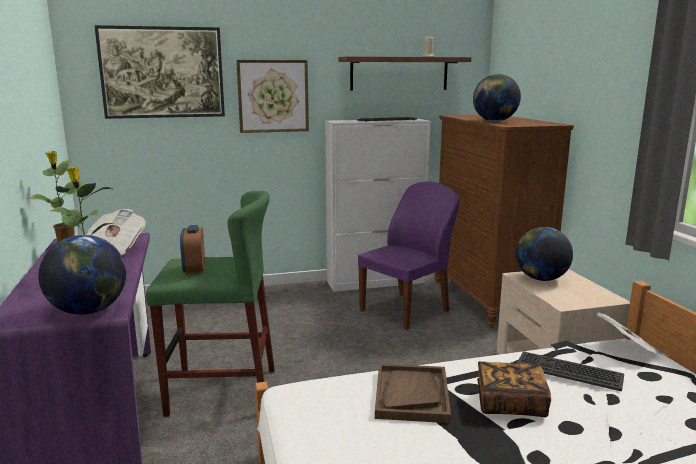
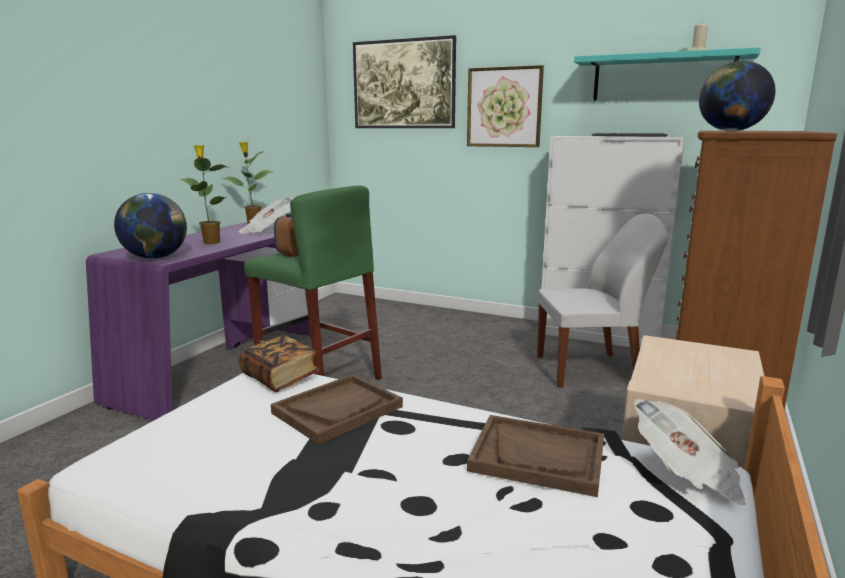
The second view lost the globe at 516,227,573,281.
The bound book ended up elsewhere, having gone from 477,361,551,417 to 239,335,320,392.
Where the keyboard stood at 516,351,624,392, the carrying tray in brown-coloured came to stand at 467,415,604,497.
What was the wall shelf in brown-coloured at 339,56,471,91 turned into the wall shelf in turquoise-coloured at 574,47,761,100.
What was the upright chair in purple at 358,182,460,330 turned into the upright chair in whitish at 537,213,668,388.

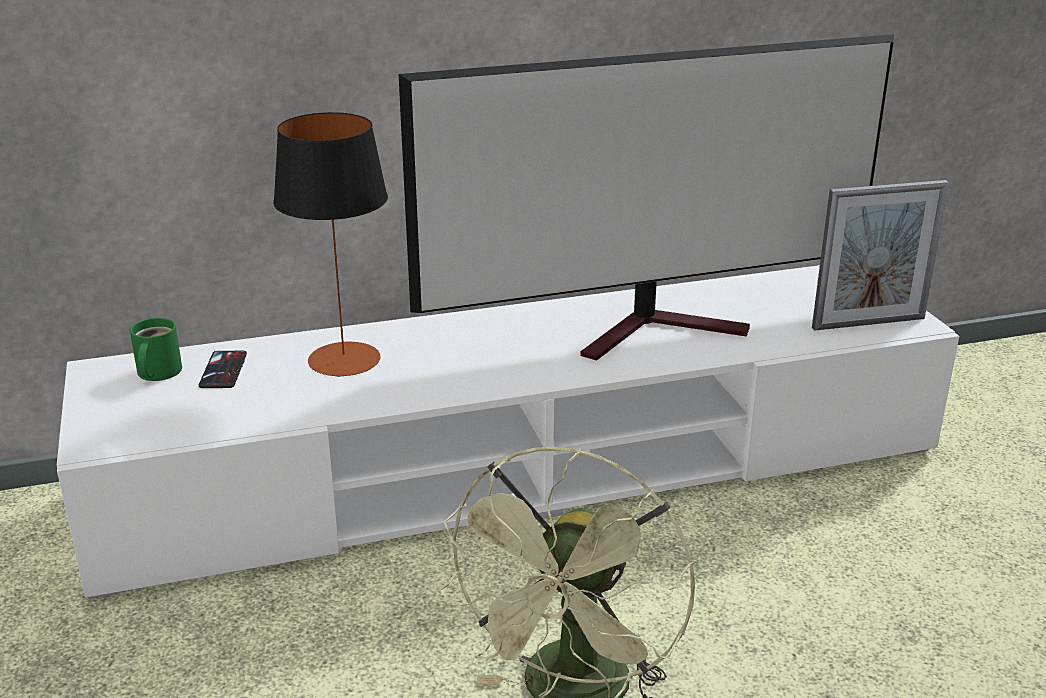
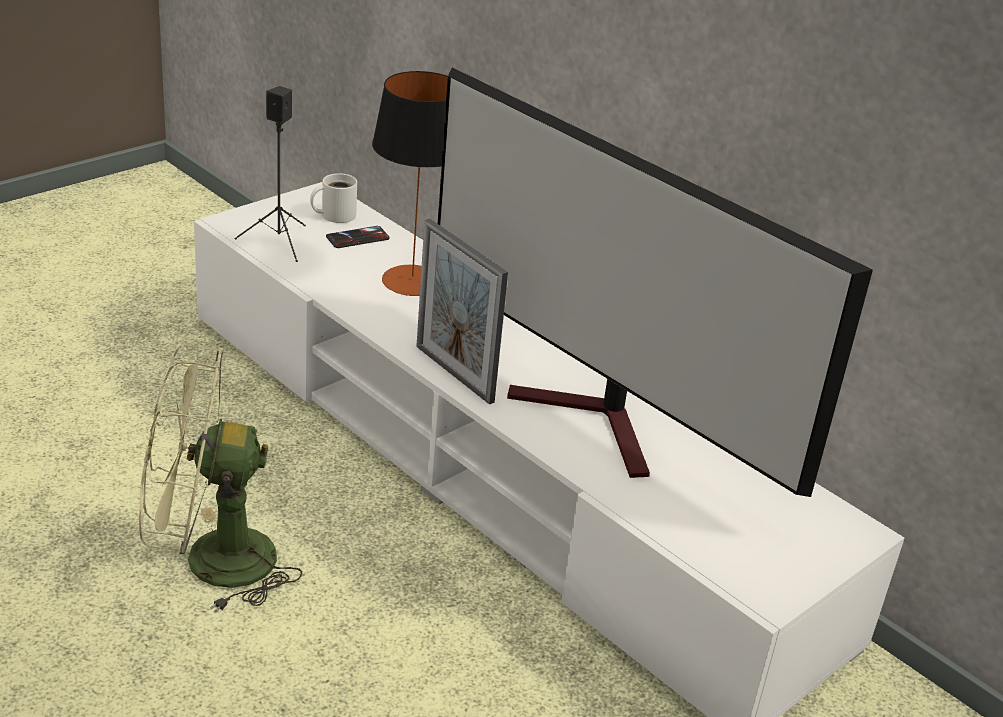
The second view gained the audio speaker in black at 235,86,306,262.
The photo frame ended up elsewhere, having gone from 812,180,949,331 to 416,219,508,405.
What was the coffee mug in green at 130,318,182,381 turned into the coffee mug in whitish at 310,173,357,223.

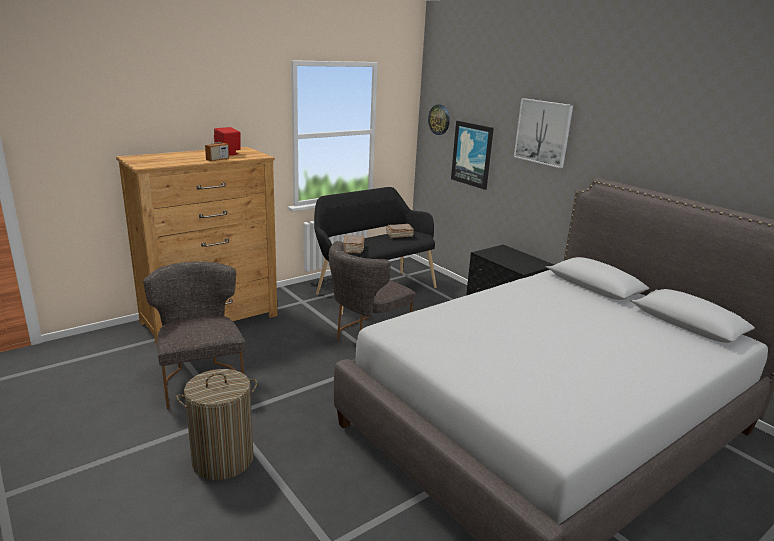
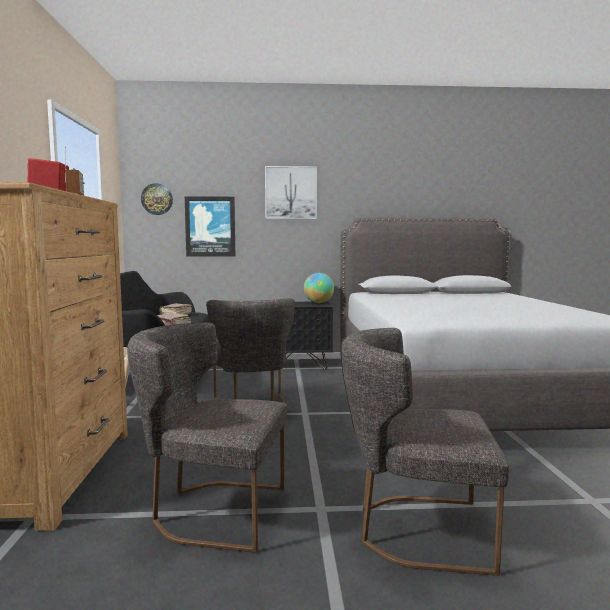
The second view gained the globe at 304,273,334,303.
Where the washing basket stood at 176,369,257,480, the upright chair in grey came to stand at 340,328,509,576.

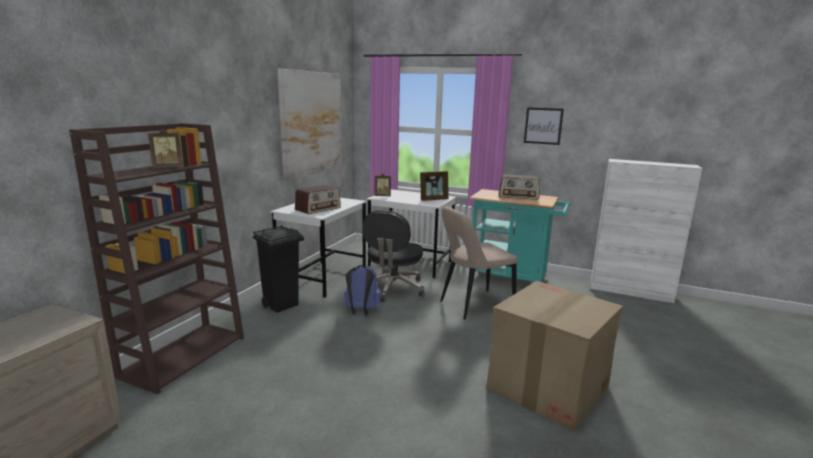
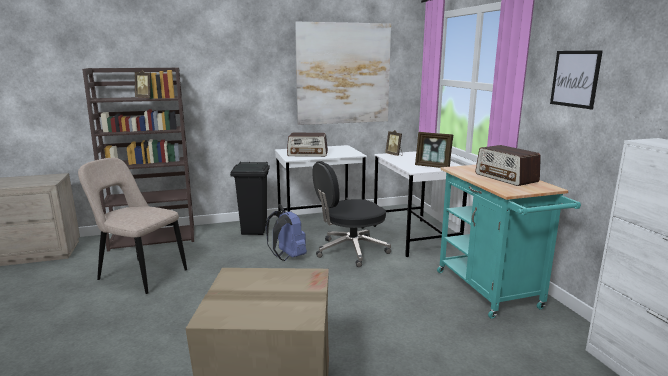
The upright chair in sand-coloured ended up elsewhere, having gone from 440,206,518,320 to 78,157,187,294.

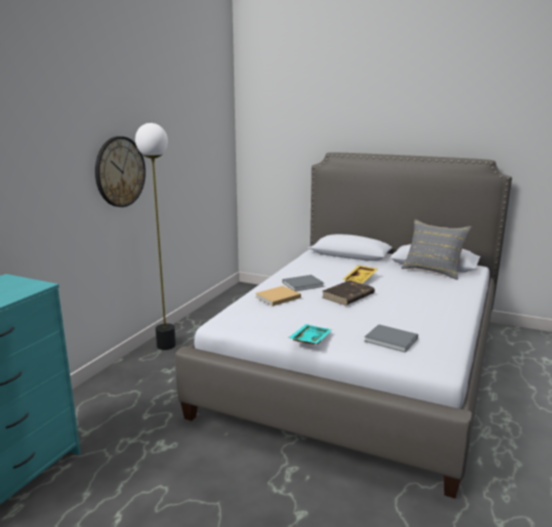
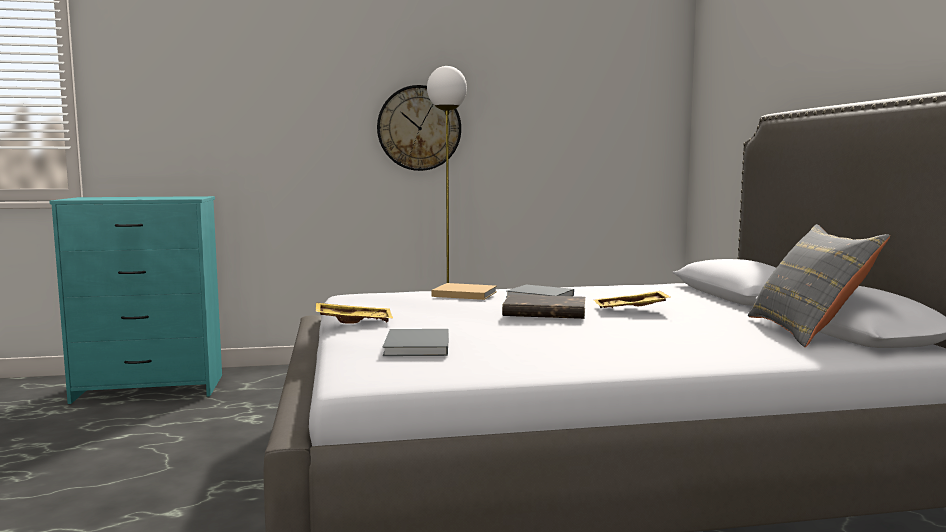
What was the carrying tray in turquoise-coloured at 289,324,332,344 turned into the carrying tray in yellow at 316,303,393,324.

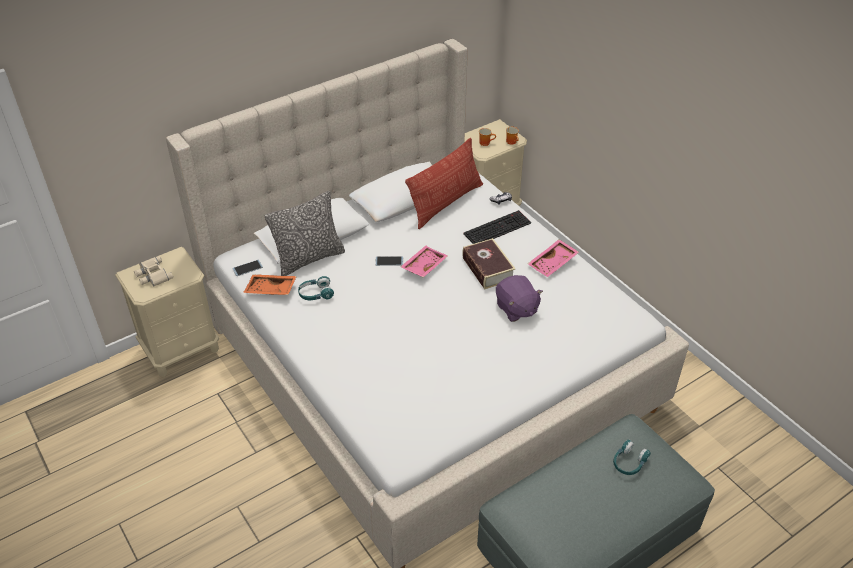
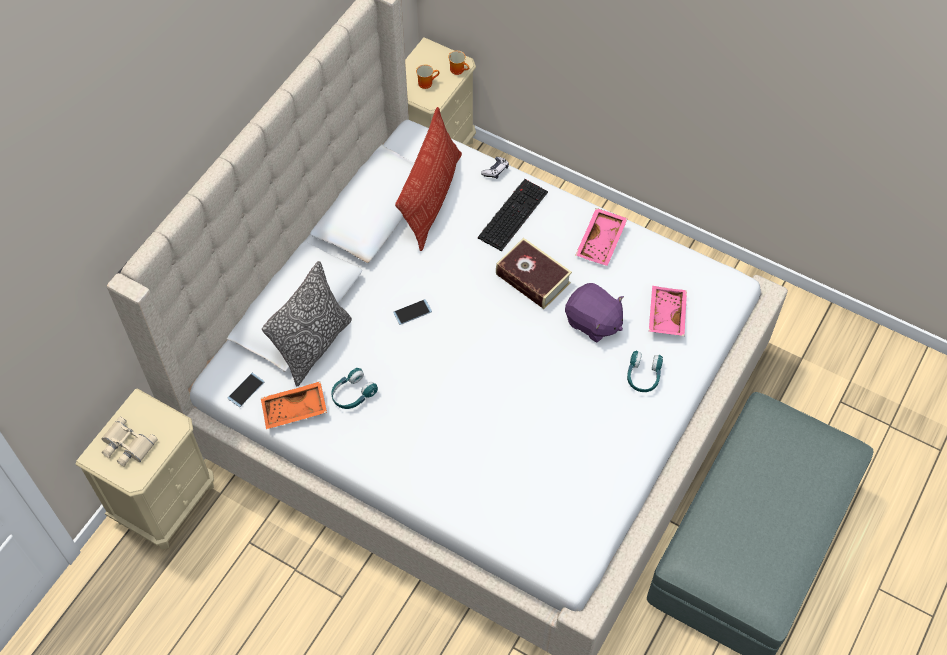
The carrying tray in pinkish ended up elsewhere, having gone from 400,246,448,277 to 649,286,687,336.
The pair of headphones in turquoise-coloured ended up elsewhere, having gone from 613,440,651,475 to 627,351,663,392.

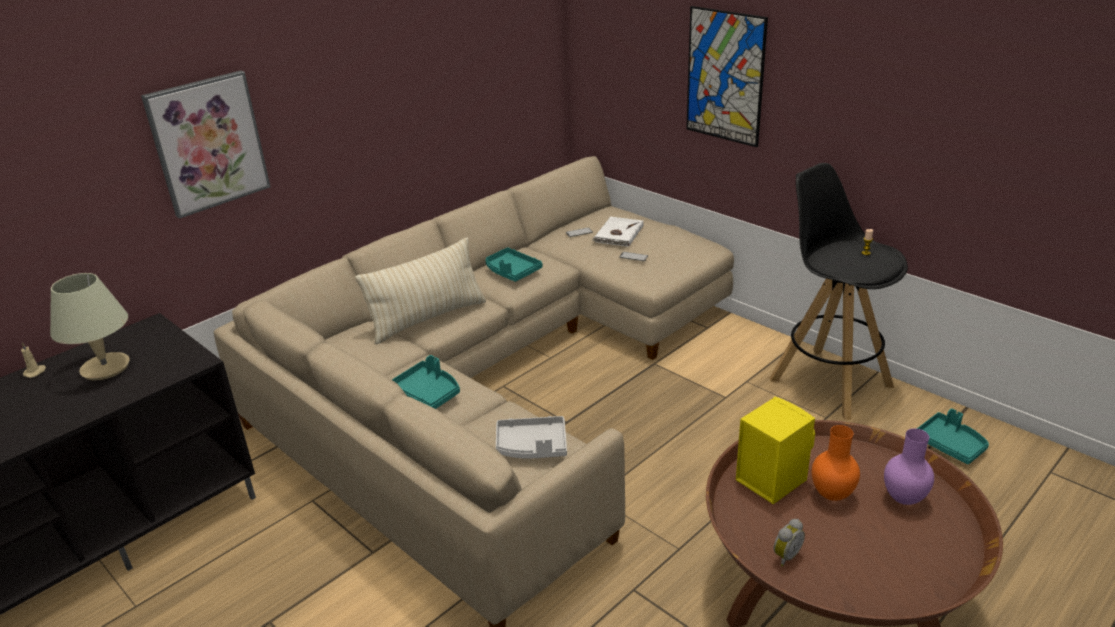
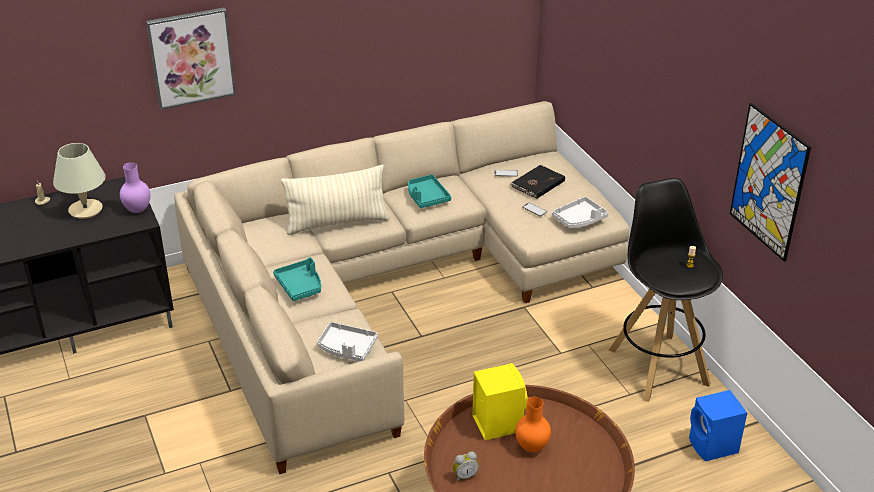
The second view gained the carrying tray in grey at 552,197,608,228.
The wall art ended up elsewhere, having gone from 686,6,768,147 to 730,103,811,262.
The flower vase in purple ended up elsewhere, having gone from 884,428,934,505 to 120,162,150,213.
Where the carrying tray in turquoise-coloured stood at 917,408,989,464, the audio speaker in bluish came to stand at 689,390,747,462.
What was the bound book in whitish at 592,217,644,247 turned into the bound book in black at 510,165,565,199.

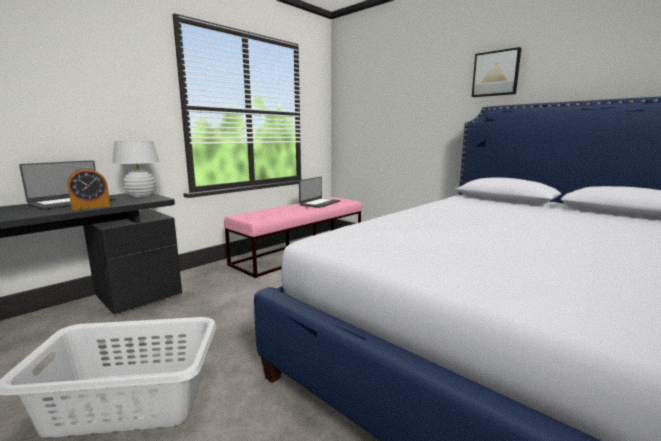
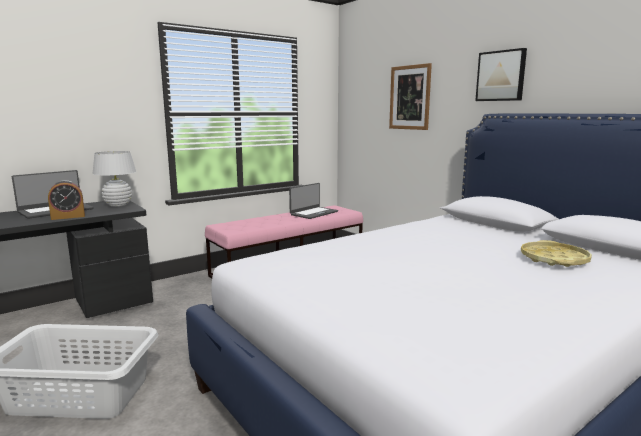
The second view gained the wall art at 389,63,432,130.
The second view gained the carrying tray in yellow at 521,240,592,267.

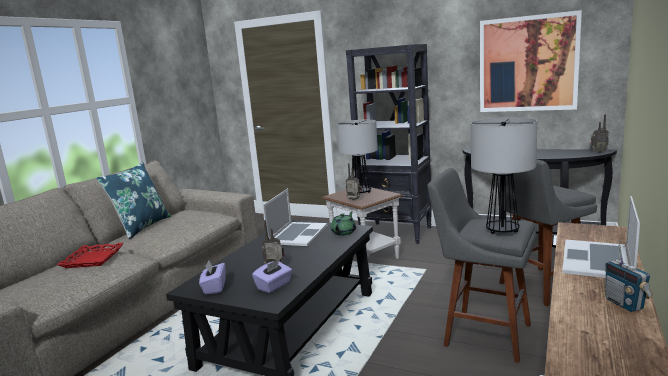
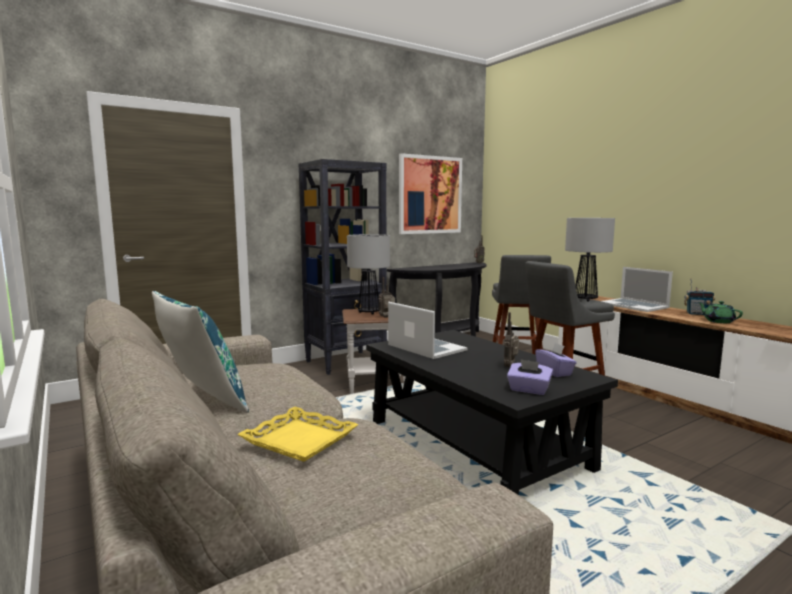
The teapot in green ended up elsewhere, having gone from 331,211,356,236 to 698,301,743,323.
What was the carrying tray in red at 57,243,124,268 turned into the carrying tray in yellow at 237,407,359,462.

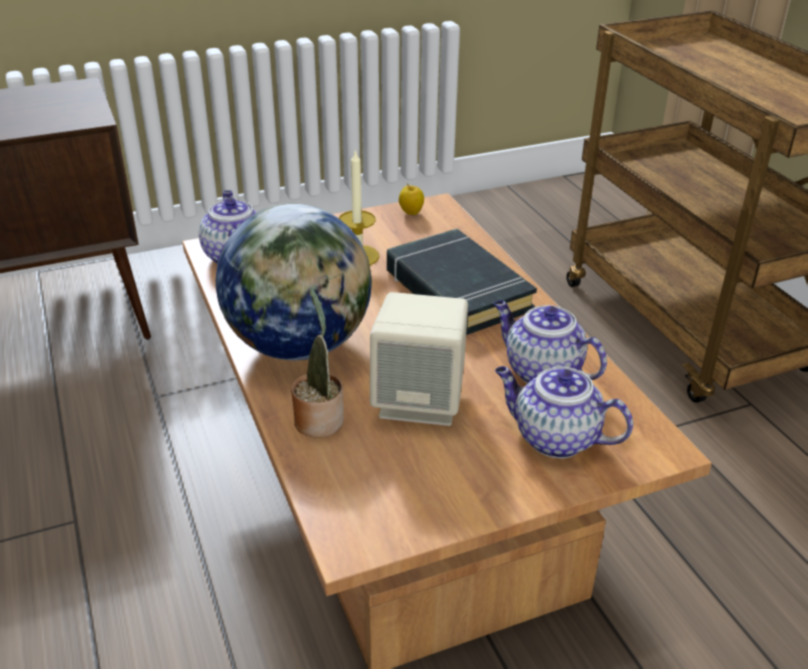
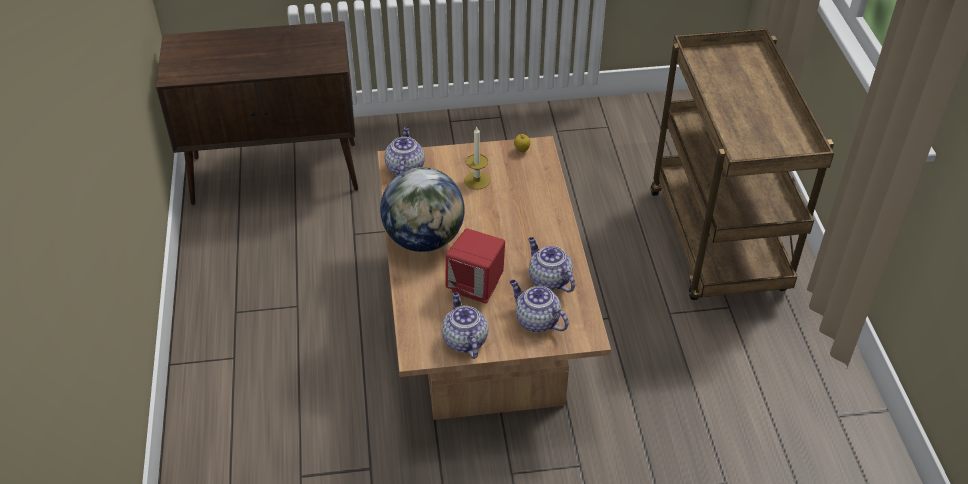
The second view lost the plant in a pot at 291,288,344,438.
The second view lost the bound book in black at 387,229,537,335.
The second view gained the teapot at 442,292,489,359.
What was the audio speaker in sand-coloured at 370,292,468,426 turned into the audio speaker in red at 445,228,505,303.

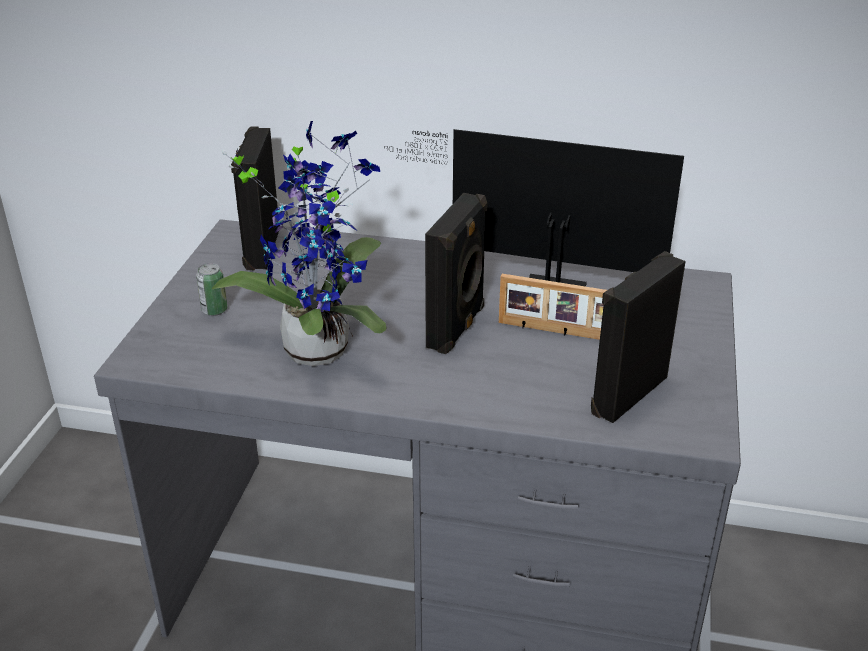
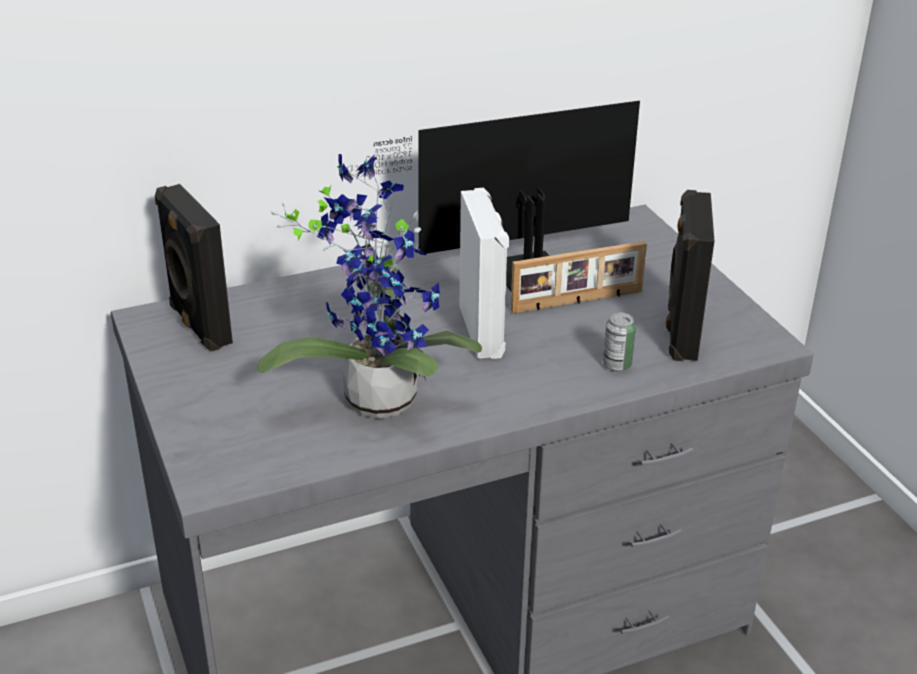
The can ended up elsewhere, having gone from 196,263,227,316 to 603,313,636,371.
What was the audio speaker in black at 425,193,487,354 turned into the audio speaker in whitish at 460,188,509,359.

